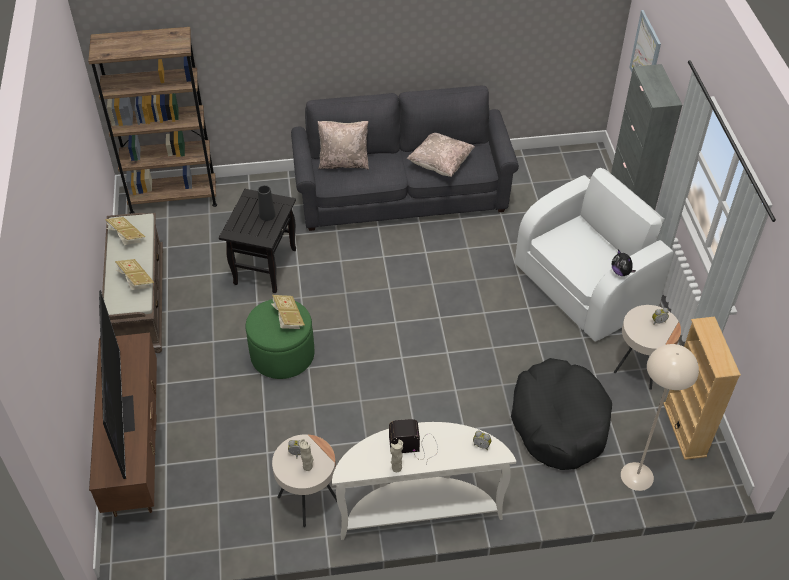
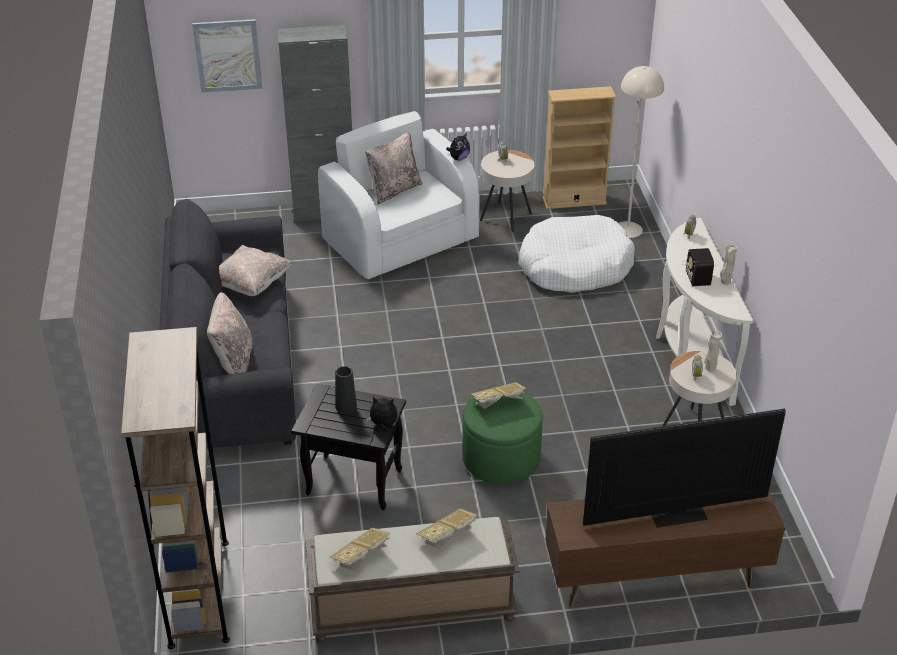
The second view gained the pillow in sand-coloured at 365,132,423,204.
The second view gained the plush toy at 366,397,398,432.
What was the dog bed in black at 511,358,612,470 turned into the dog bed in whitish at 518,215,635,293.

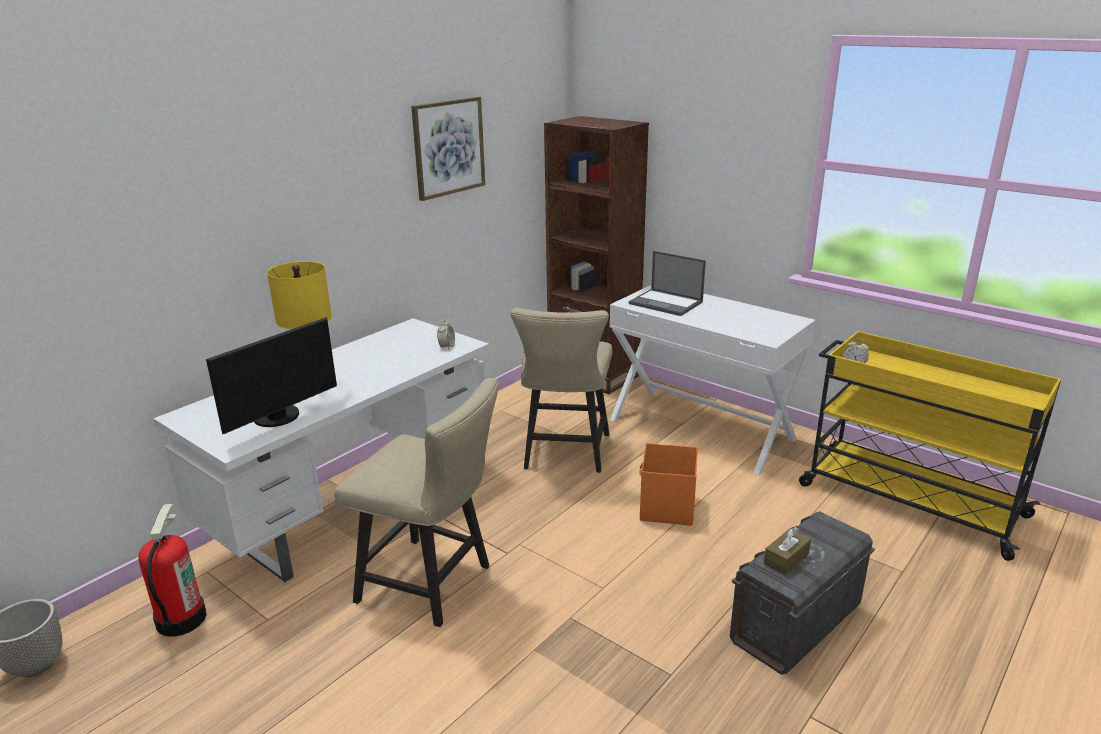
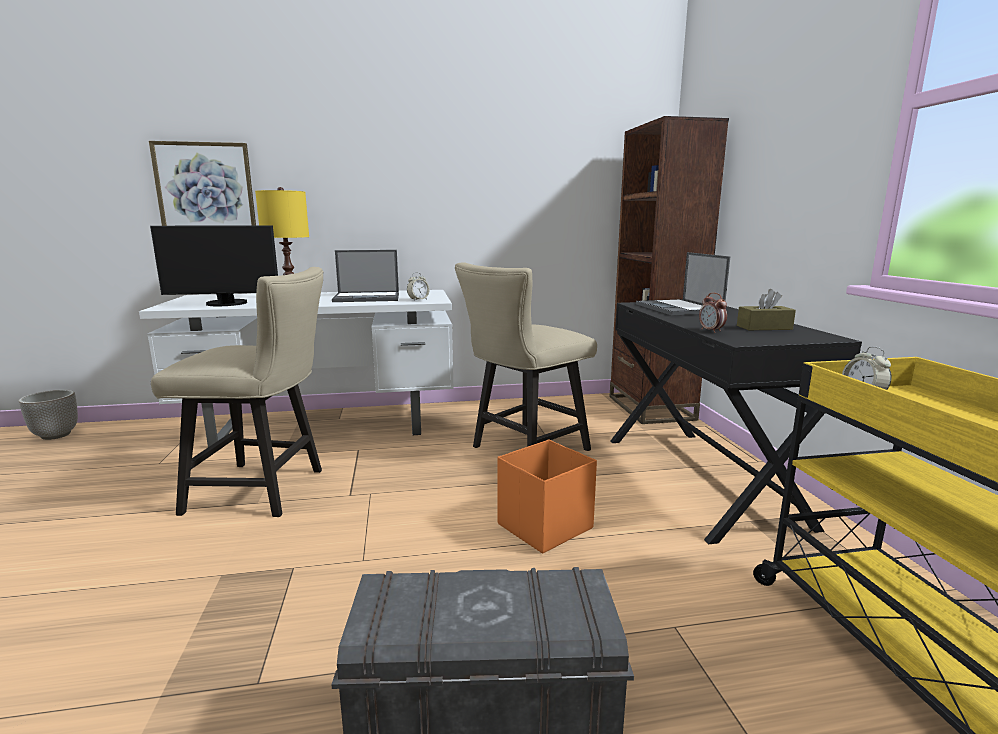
The second view lost the extinguisher at 138,504,207,637.
The second view gained the portable computer at 332,250,399,302.
The second view gained the alarm clock at 699,293,727,333.
The wall art ended up elsewhere, having gone from 411,97,485,201 to 149,141,256,226.
The tissue holder in brown-coloured ended up elsewhere, having gone from 764,527,811,575 to 737,289,796,330.
What was the desk unit in whitish at 610,285,816,475 turned into the desk unit in black at 610,302,862,544.
The upright chair in sand-coloured at 334,378,499,627 ended up facing another way, 60 degrees counterclockwise from before.

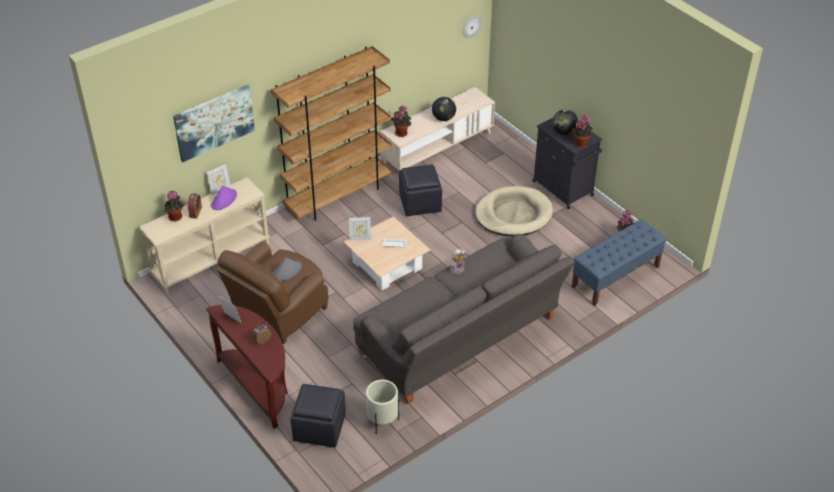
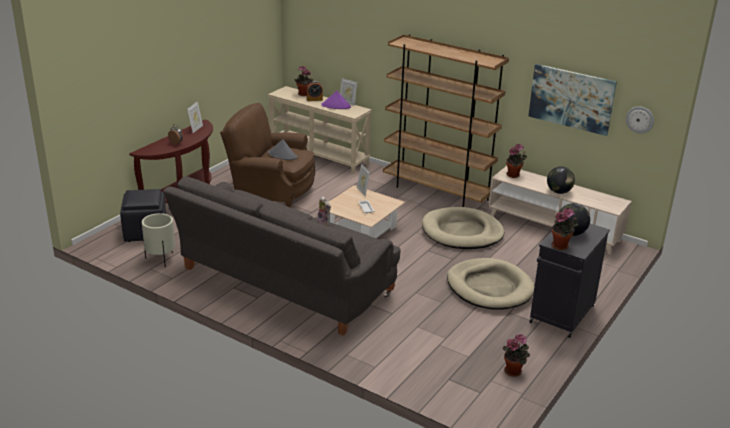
The second view lost the long seat in bluish at 572,219,667,306.
The wall art ended up elsewhere, having gone from 173,85,255,162 to 528,64,617,136.
Where the footrest in black stood at 399,164,442,216, the dog bed in sand-coloured came to stand at 422,207,504,249.

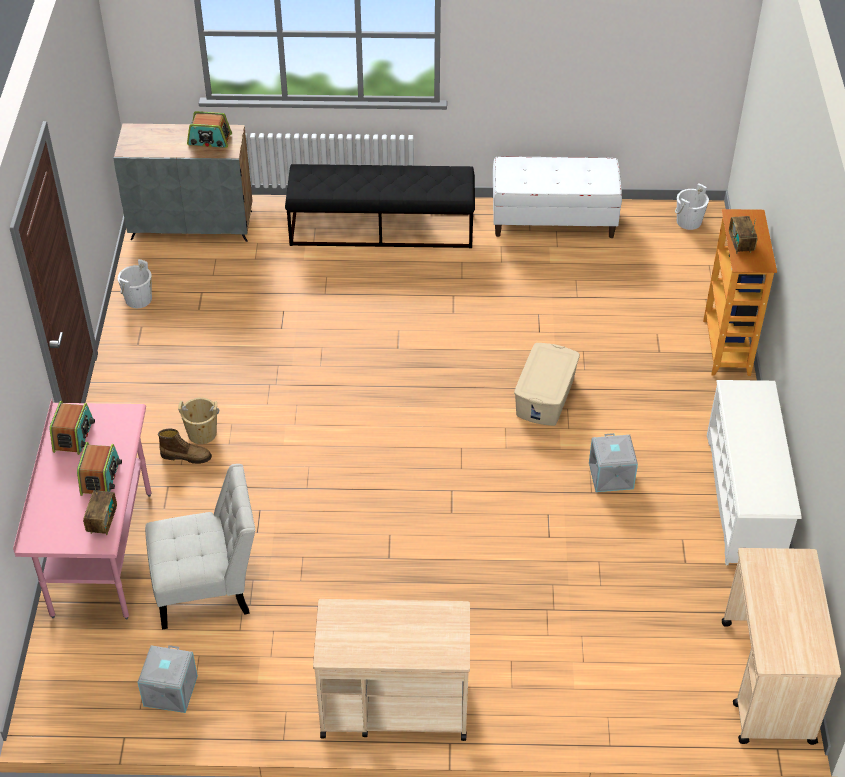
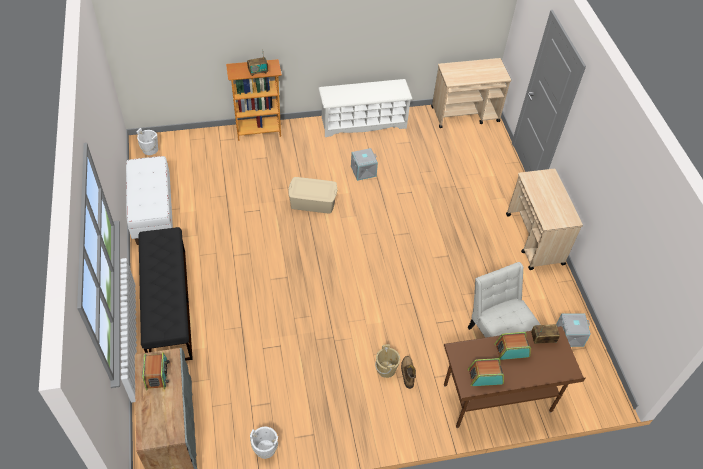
What was the desk unit in pinkish at 13,398,151,619 turned into the desk unit in brown-coloured at 444,326,585,428.

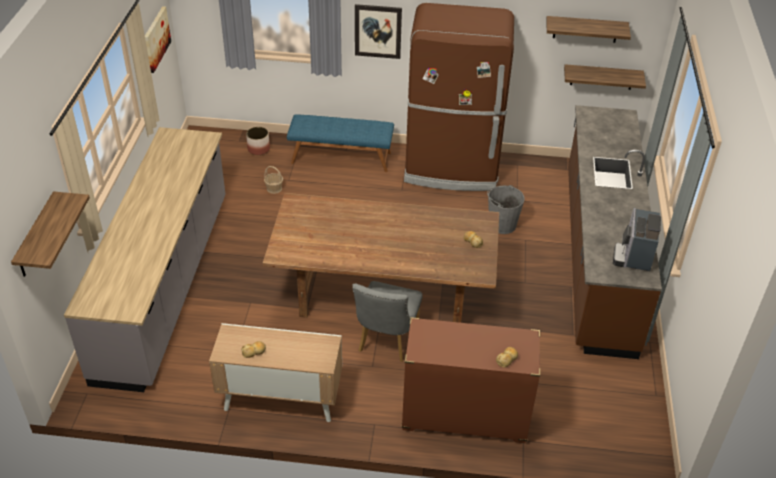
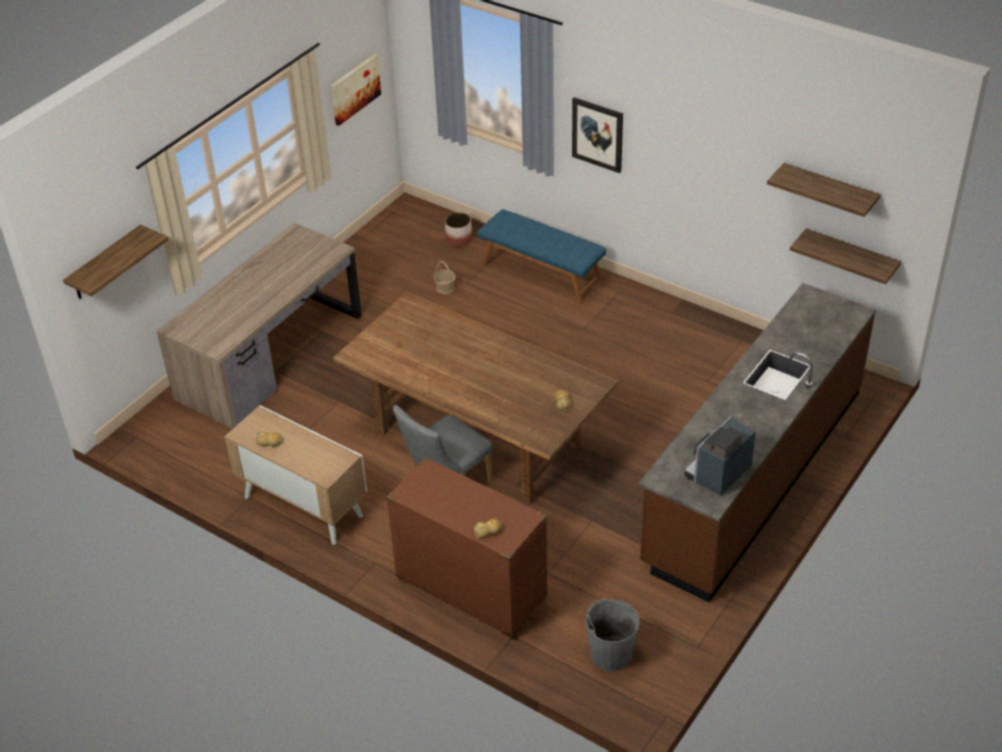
The second view lost the refrigerator in brown-coloured at 404,3,514,191.
The water bucket in grey ended up elsewhere, having gone from 487,185,525,234 to 586,599,640,671.
Where the kitchen base unit in grey stood at 64,127,226,392, the desk unit in brown-coloured came to stand at 157,223,362,429.

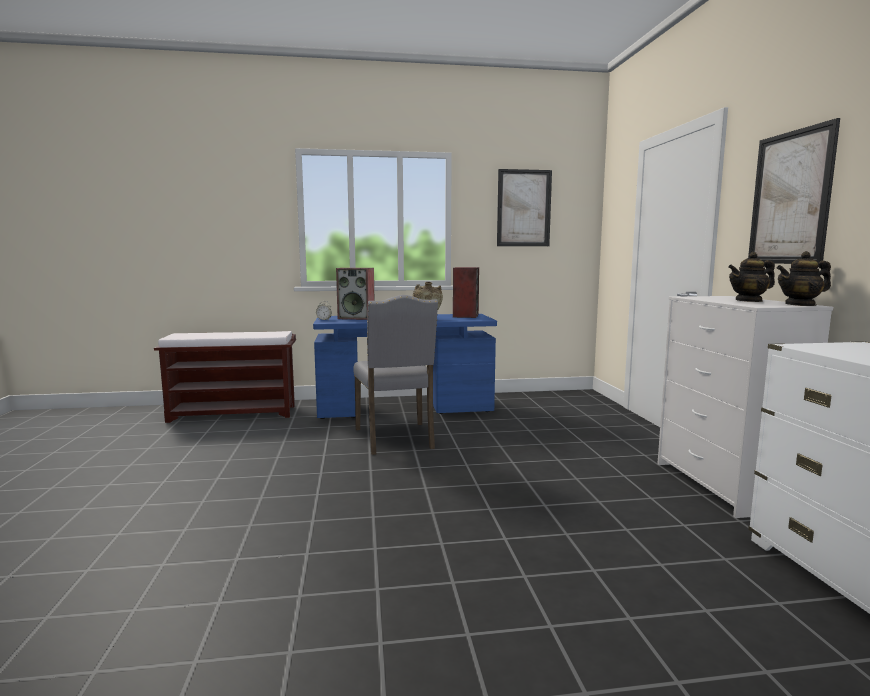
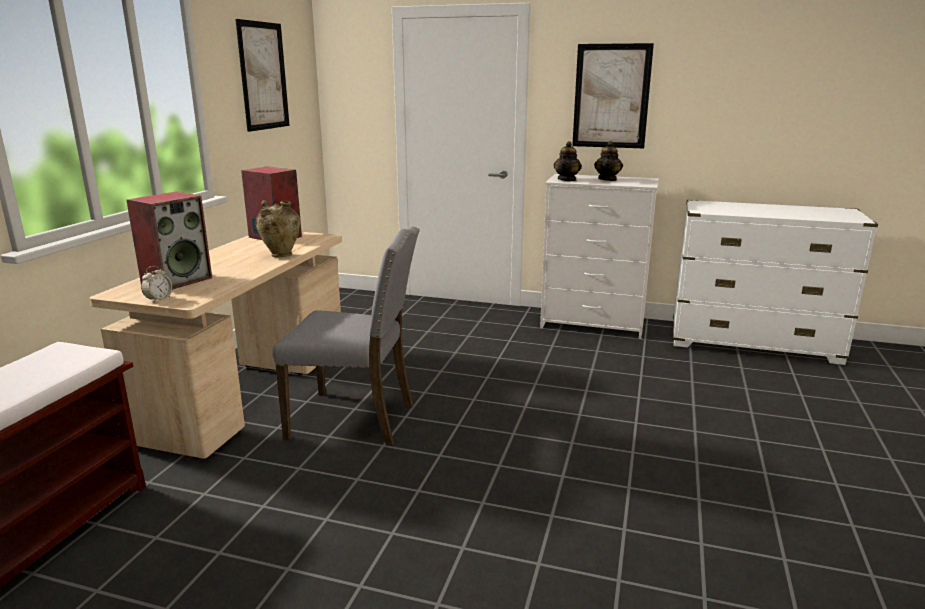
The teapot ended up elsewhere, having gone from 777,251,831,306 to 554,141,582,181.
What was the desk unit in bluish at 313,314,497,419 turned into the desk unit in sand-coloured at 90,232,342,459.

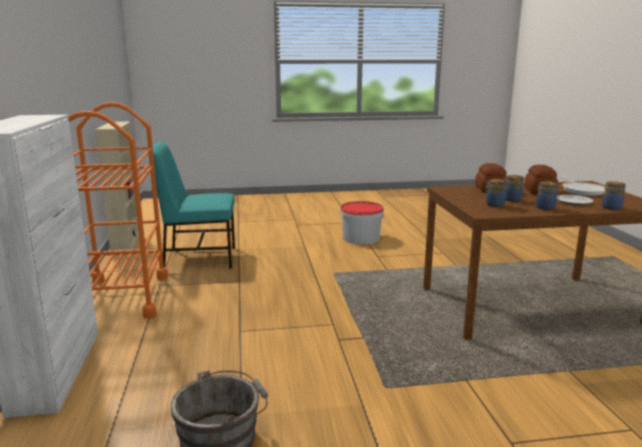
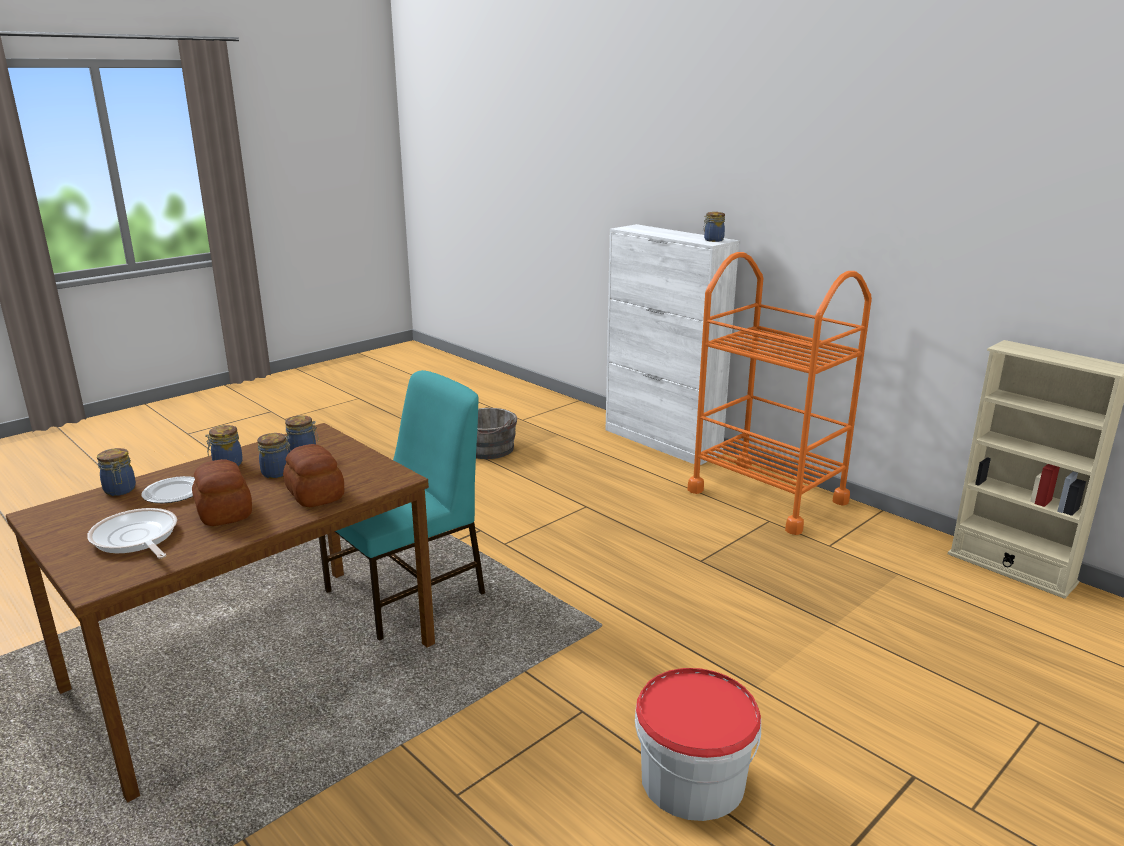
The second view gained the preserve jar at 703,212,725,242.
The upright chair in turquoise-coloured ended up elsewhere, having gone from 148,142,235,268 to 319,370,485,641.

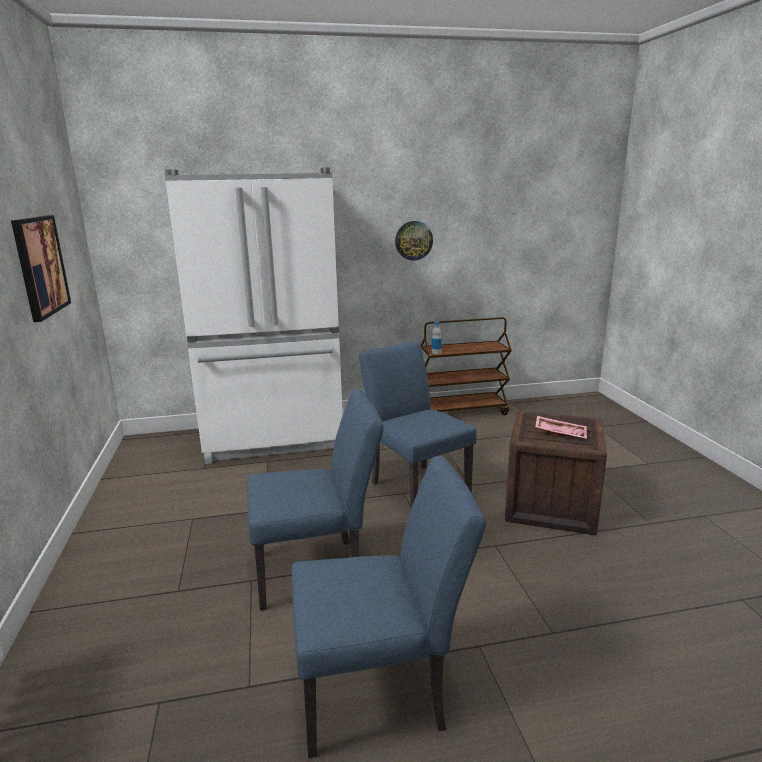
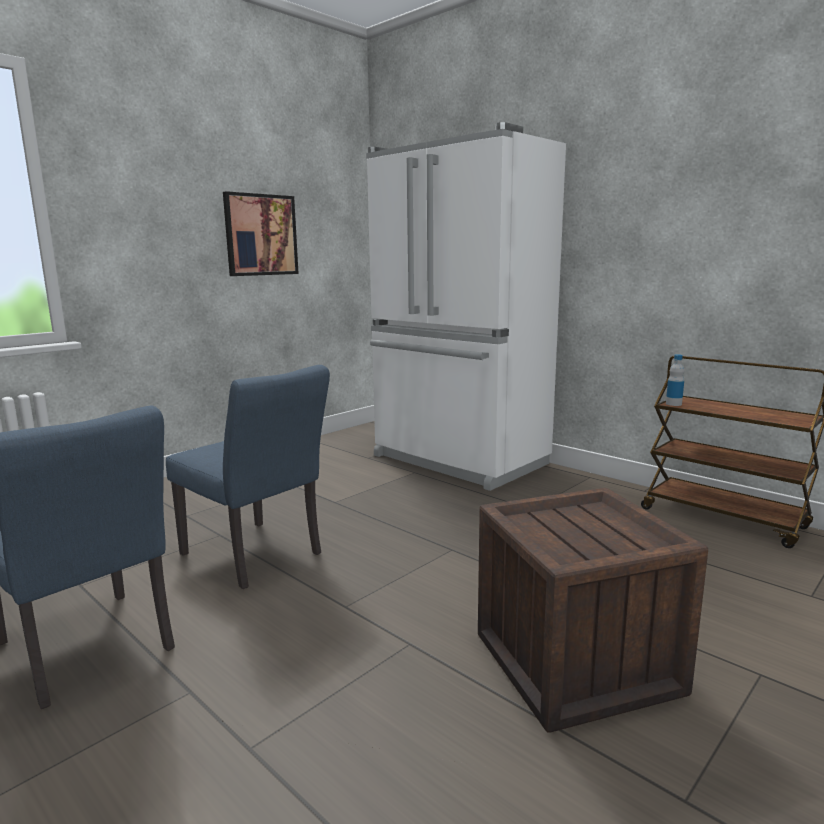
The second view lost the upright chair in bluish at 359,341,476,508.
The second view lost the hanging clock at 395,221,433,261.
The second view lost the carrying tray in pinkish at 535,416,587,439.

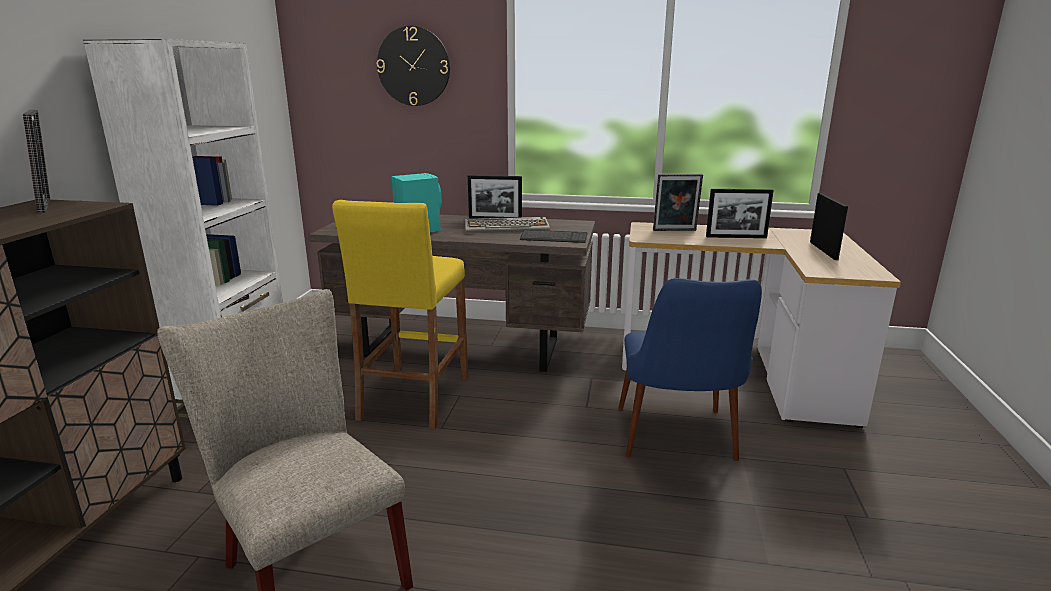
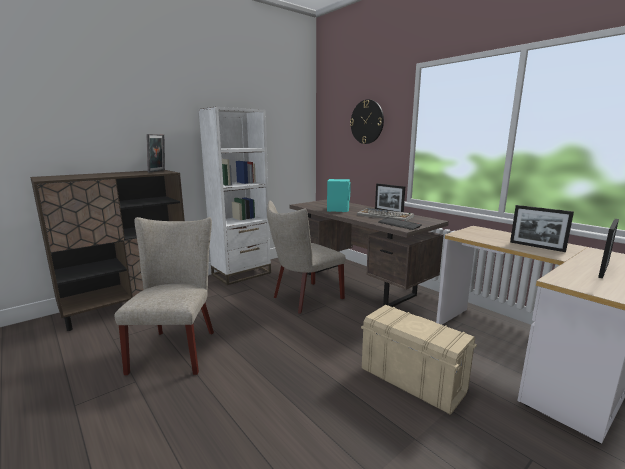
The second view lost the photo frame at 653,174,703,231.
Where the stool in yellow stood at 332,200,468,429, the upright chair in sand-coloured came to stand at 267,200,346,314.
Where the upright chair in bluish stood at 618,278,762,461, the storage box in sand-coloured came to stand at 361,305,477,415.

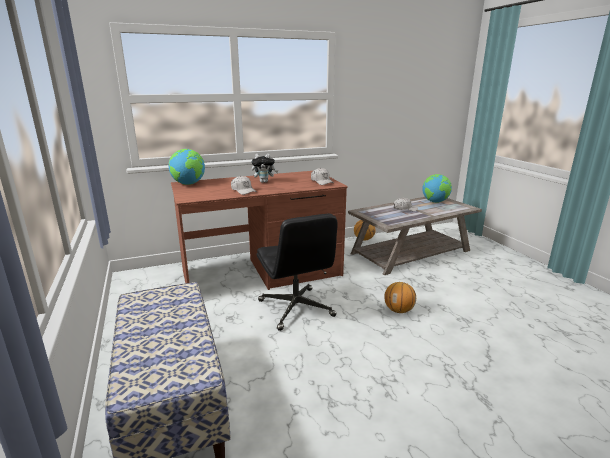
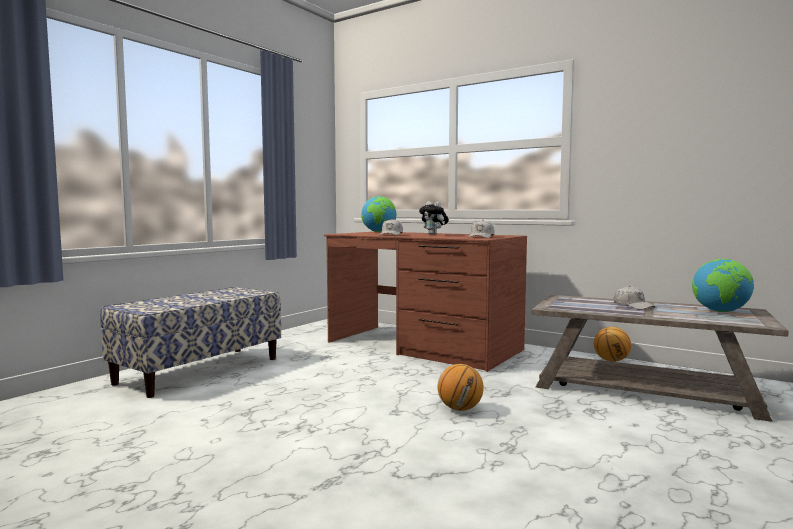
The second view lost the desk chair in black at 257,213,338,331.

